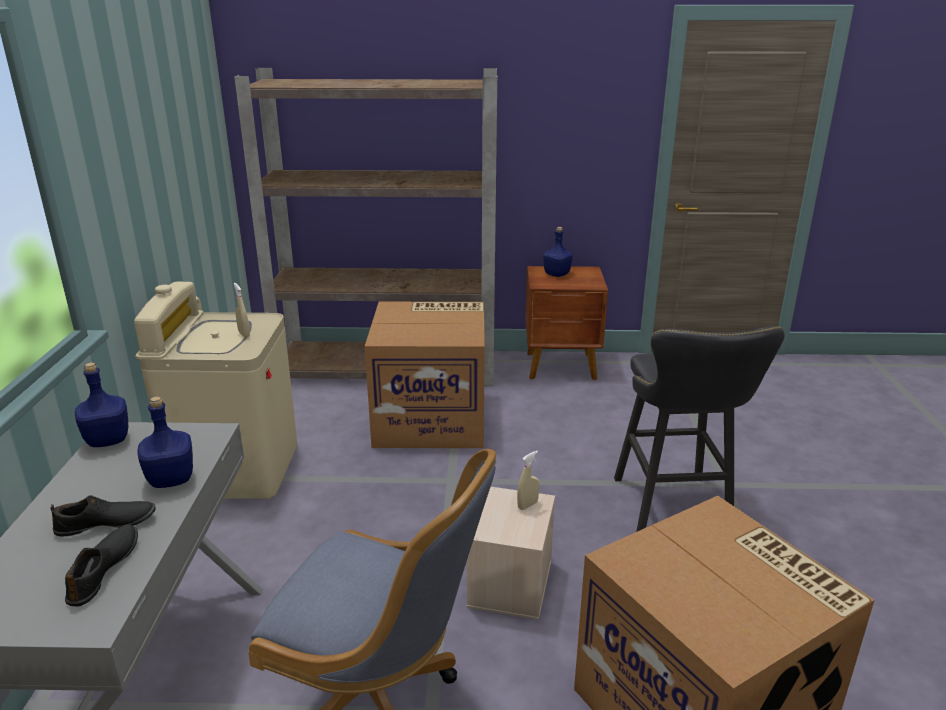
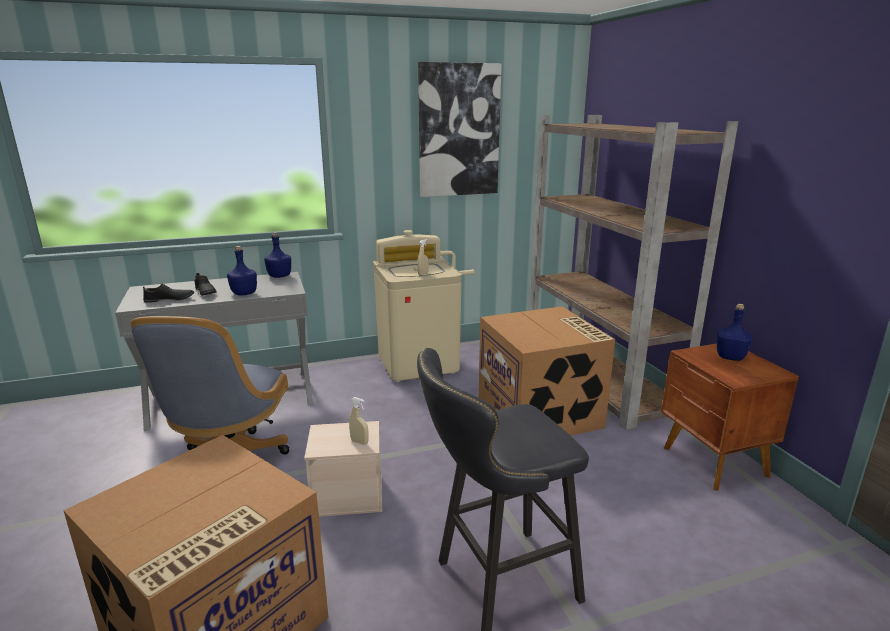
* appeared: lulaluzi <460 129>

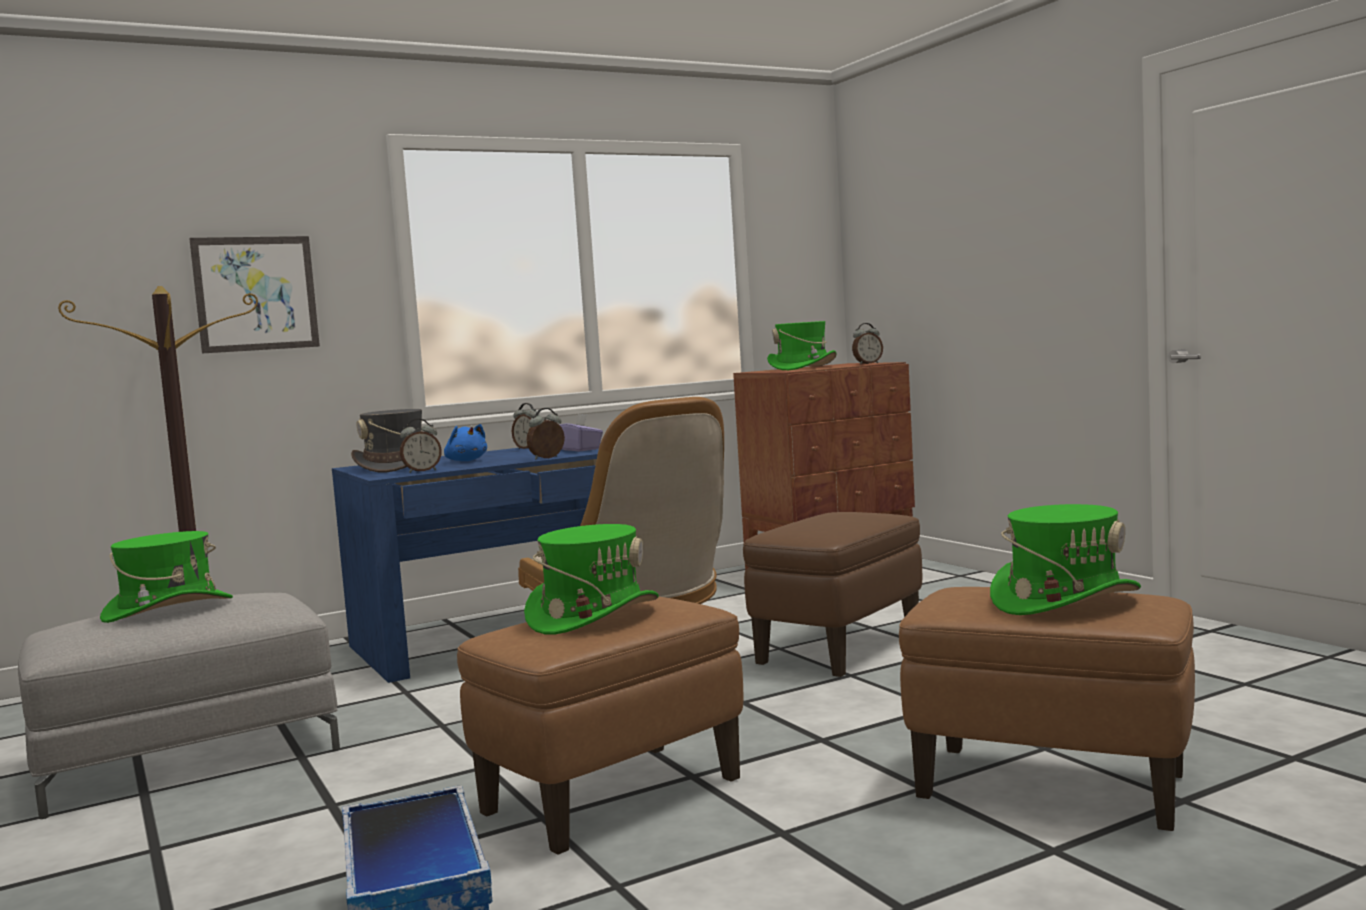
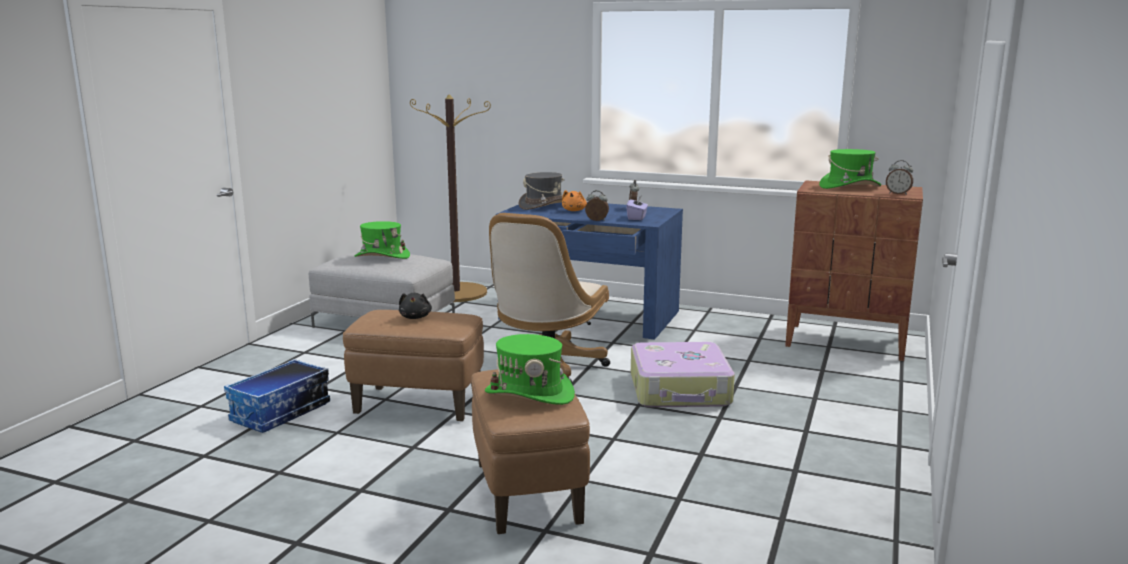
* exchanged: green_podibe <591 579> to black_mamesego <415 306>
* colour: blue_mamesego <465 442> to orange_mamesego <574 200>
* exchanged: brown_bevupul <832 594> to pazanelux <683 374>
* missing: lulaluzi <254 295>
* missing: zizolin <421 446>

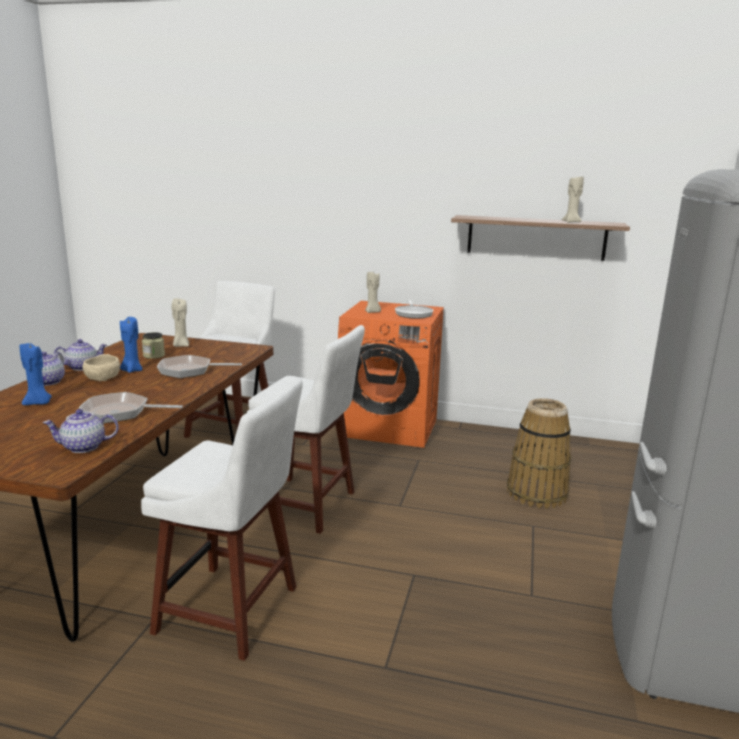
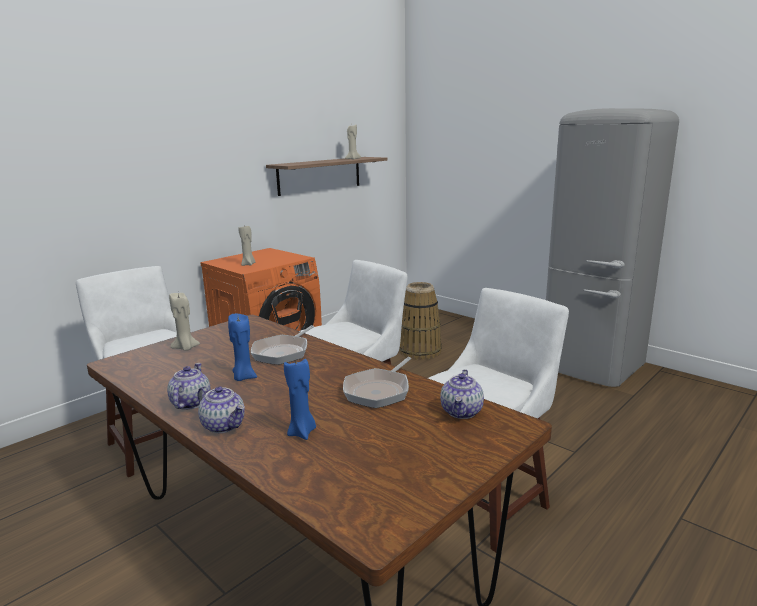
* missing: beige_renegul <101 367>
* missing: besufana <153 345>
* missing: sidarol <414 309>

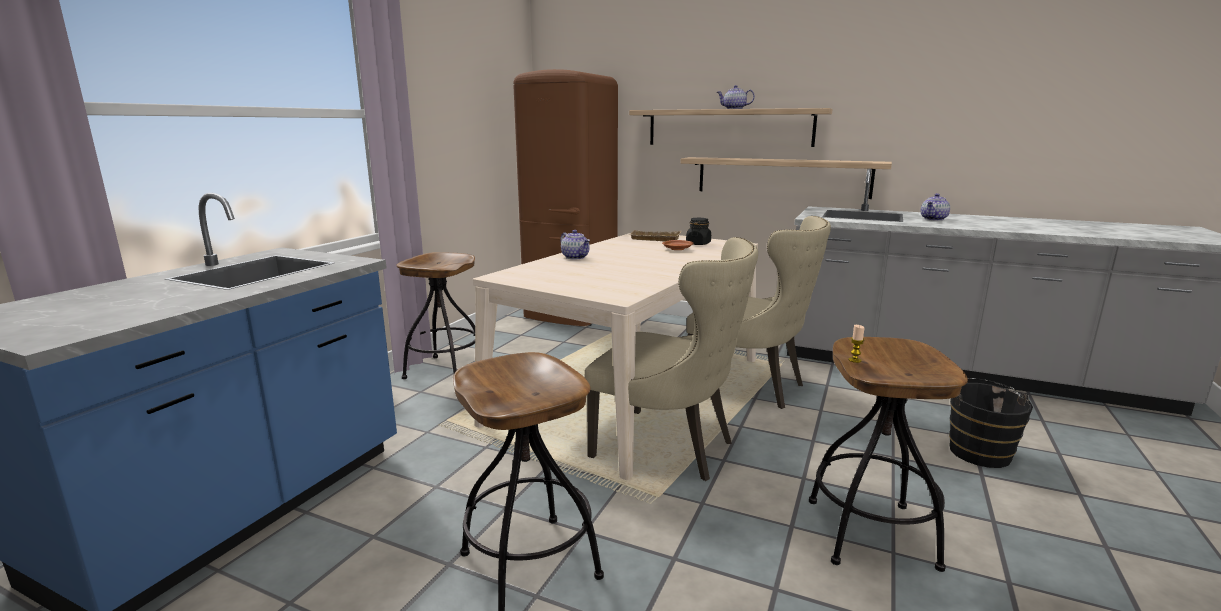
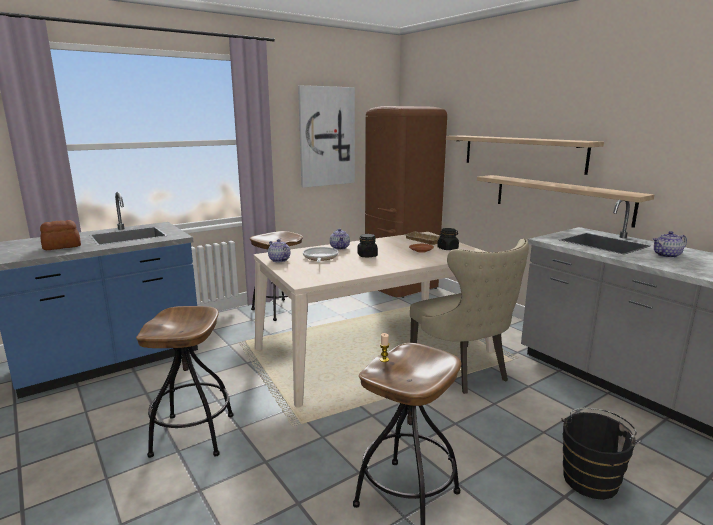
* appeared: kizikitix <60 235>
* relocated: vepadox <736 97> to <279 250>
* appeared: lulaluzi <326 136>
* appeared: sidarol <320 255>
* appeared: black_besufana <367 245>
* missing: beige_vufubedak <671 359>

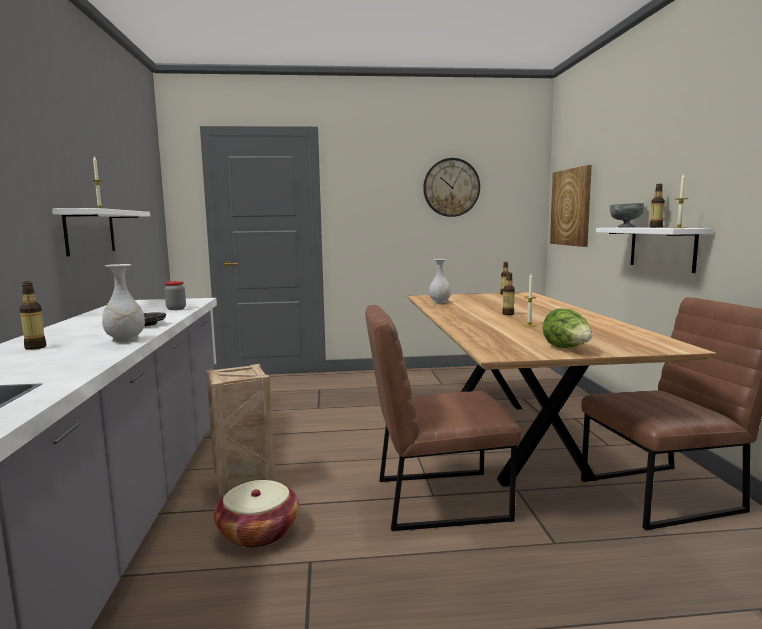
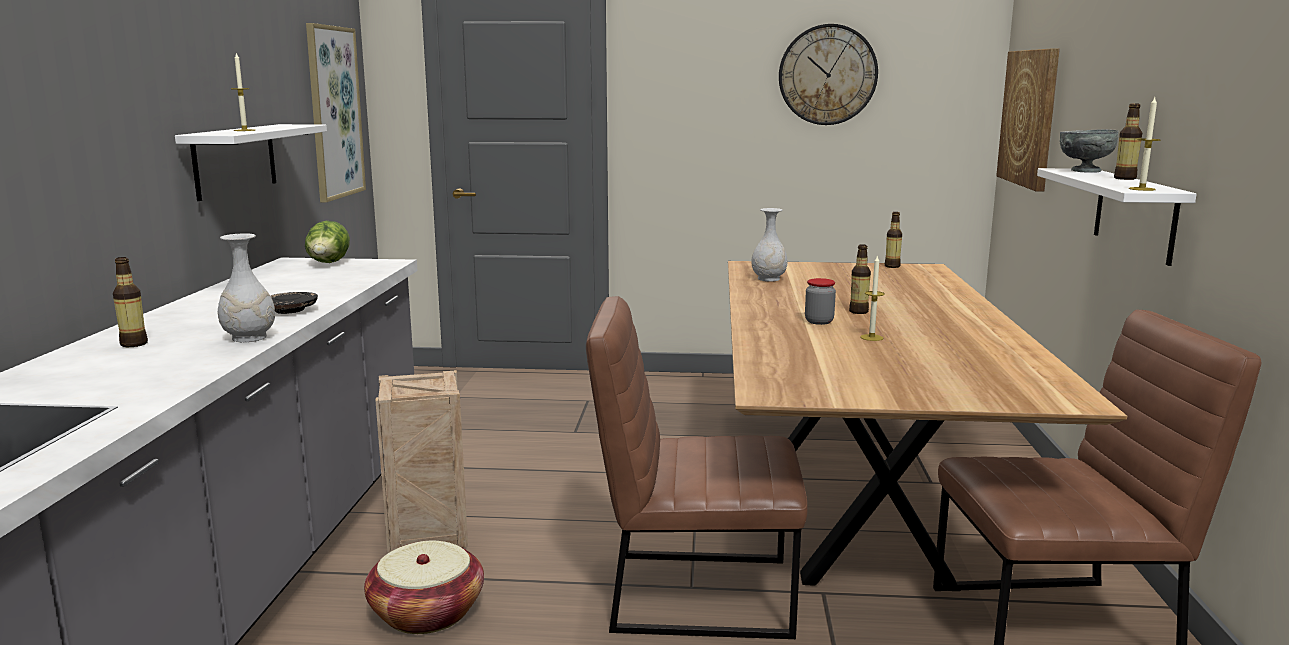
* relocated: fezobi <567 328> to <327 242>
* appeared: lulaluzi <336 112>
* relocated: besufana <175 295> to <820 301>

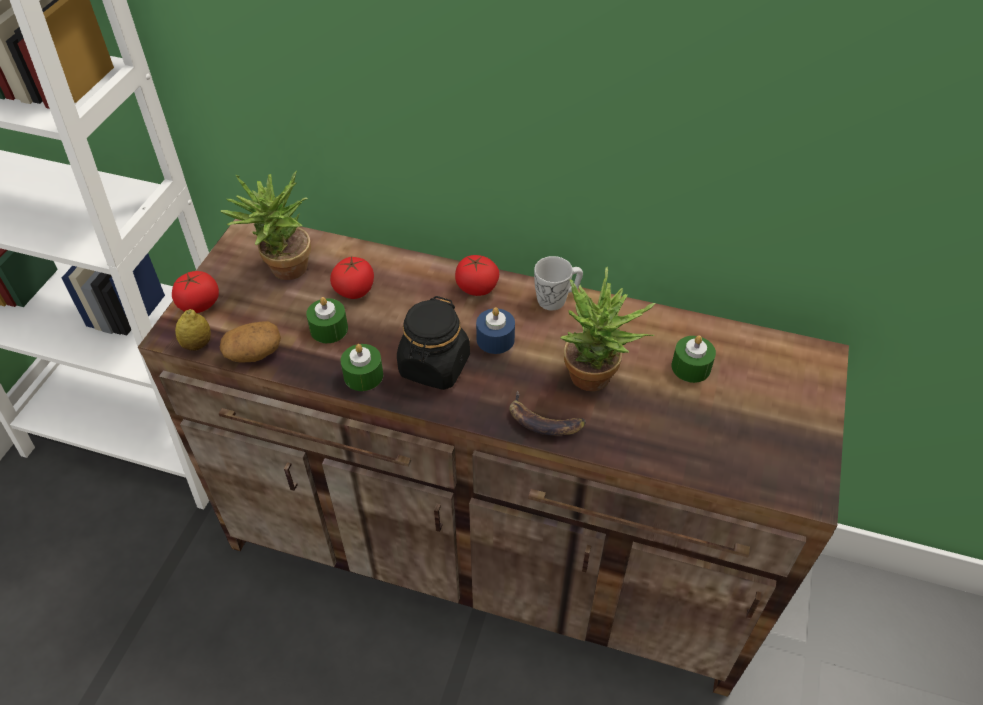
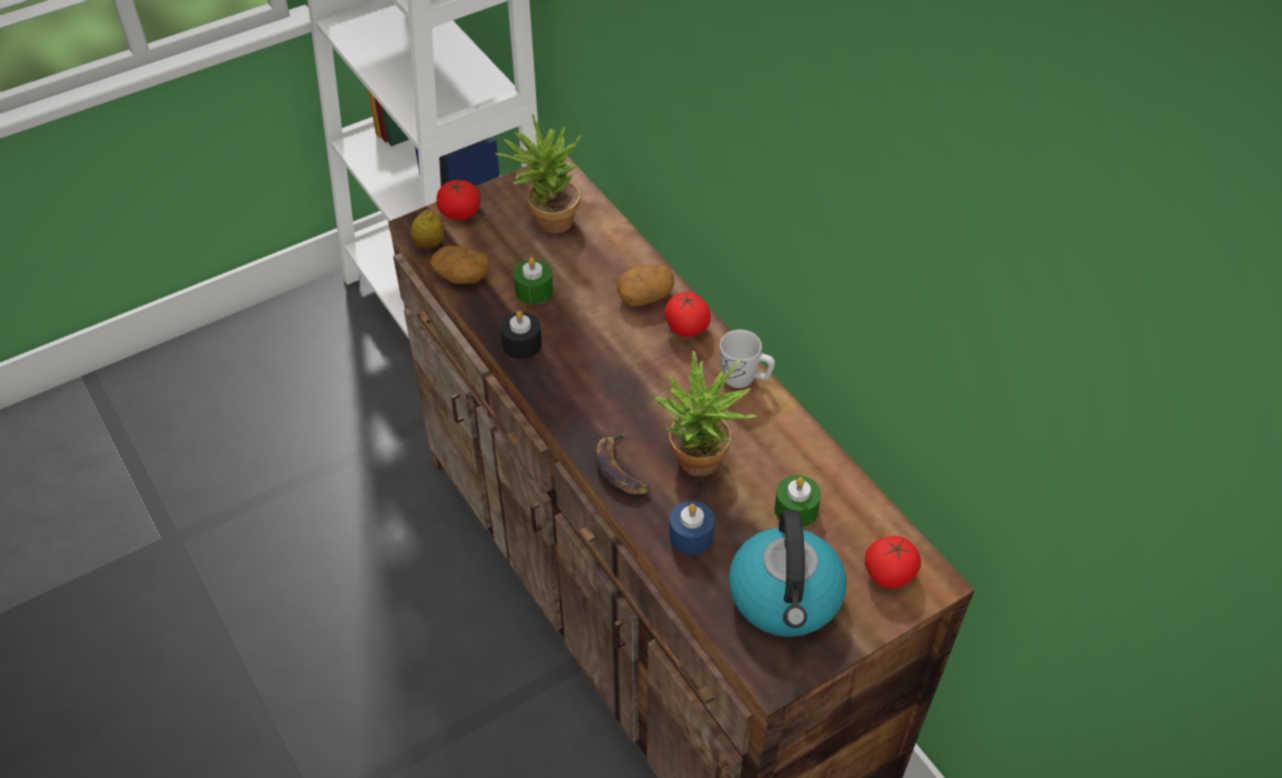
* colour: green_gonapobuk <362 367> to black_gonapobuk <521 335>
* appeared: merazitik <646 285>
* relocated: blue_gonapobuk <495 330> to <692 528>
* appeared: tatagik <788 573>
* relocated: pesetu <352 277> to <893 562>
* missing: black_besufana <433 343>

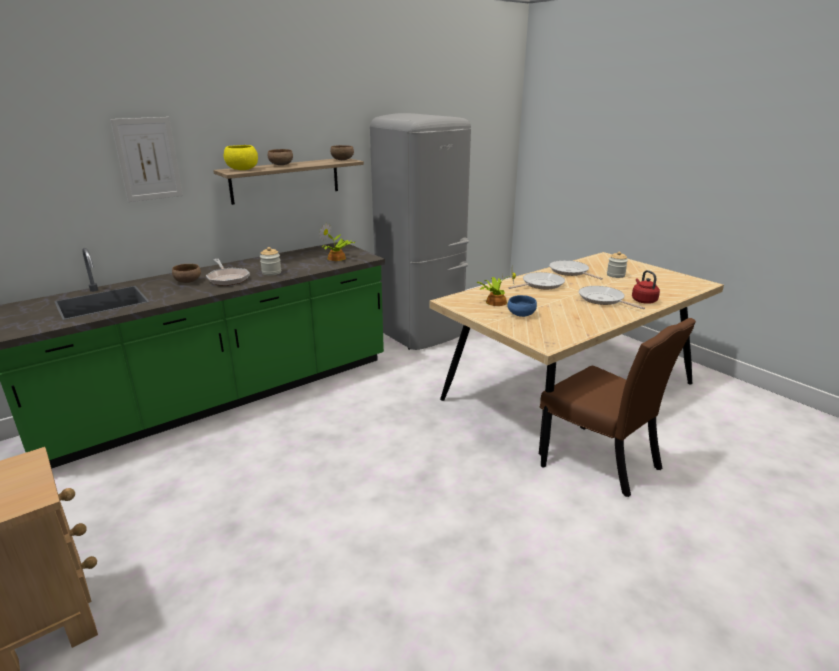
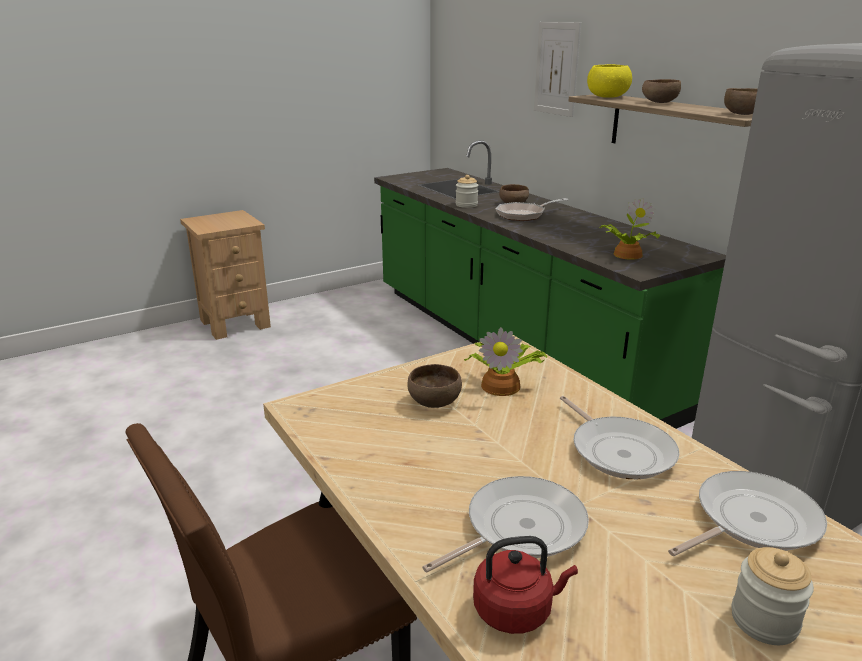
* colour: blue_renegul <522 306> to brown_renegul <434 386>
* relocated: besufana <270 261> to <467 191>

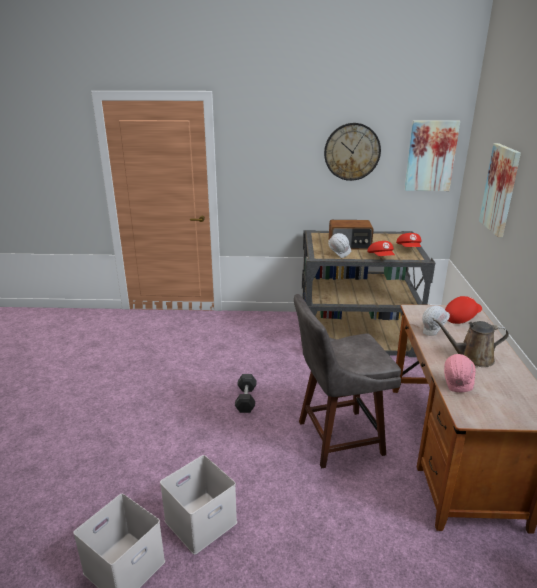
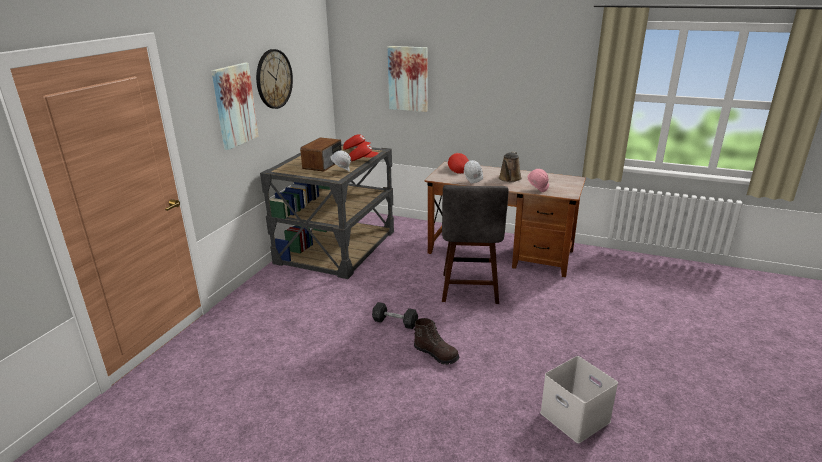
* relocated: lulaluzi <432 155> to <235 106>
* appeared: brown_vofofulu <437 341>
* missing: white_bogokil <198 505>

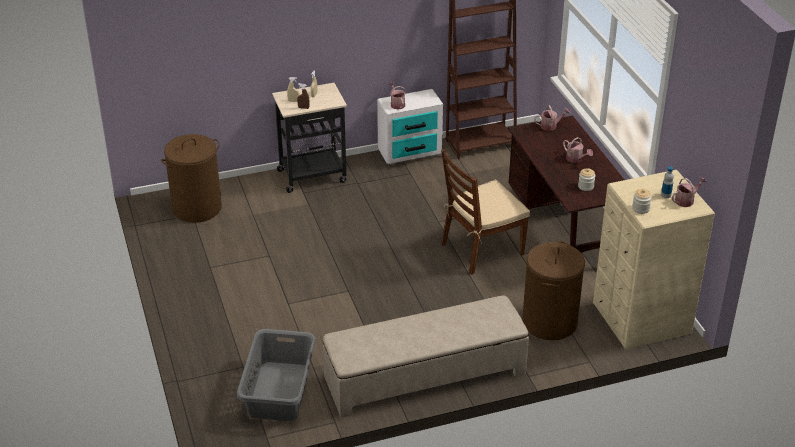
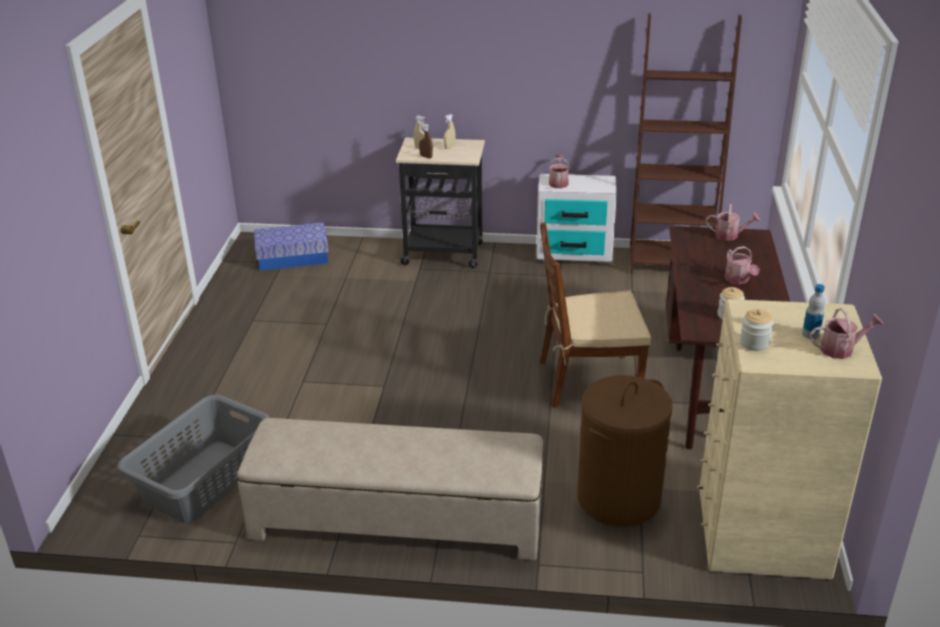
* exchanged: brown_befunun <191 178> to bogokil <291 246>

